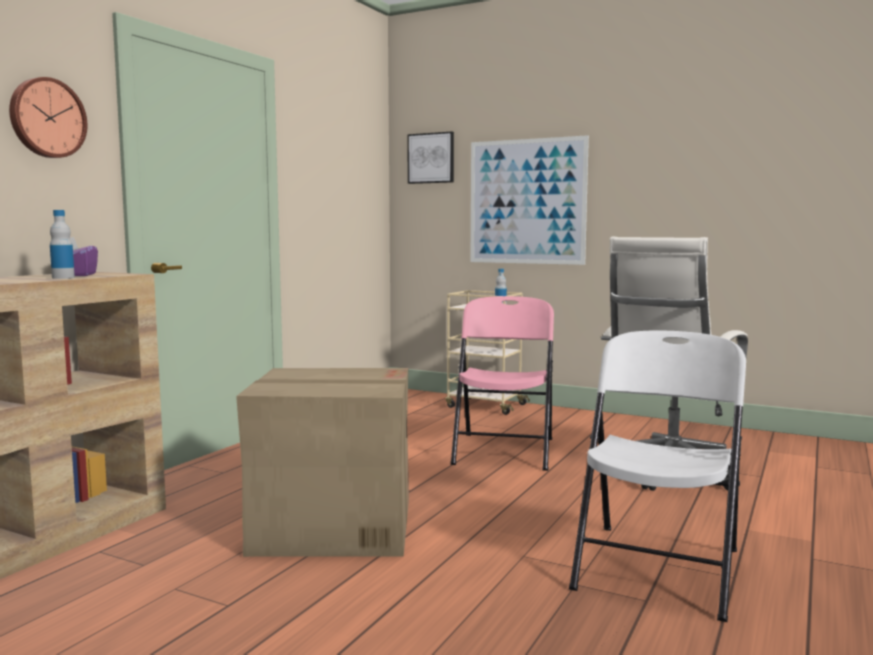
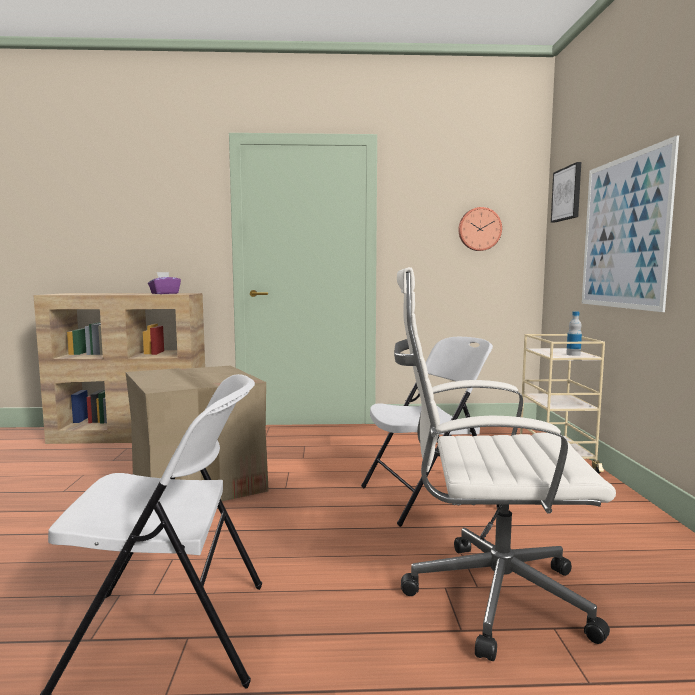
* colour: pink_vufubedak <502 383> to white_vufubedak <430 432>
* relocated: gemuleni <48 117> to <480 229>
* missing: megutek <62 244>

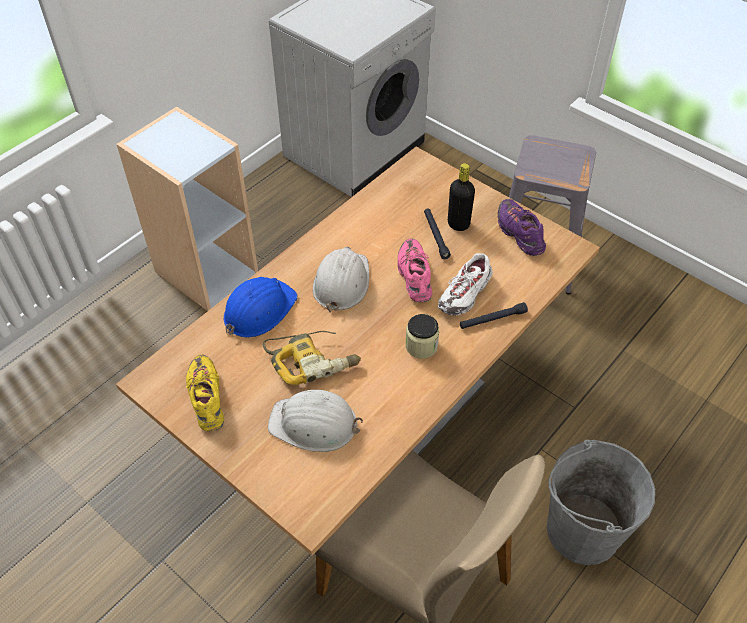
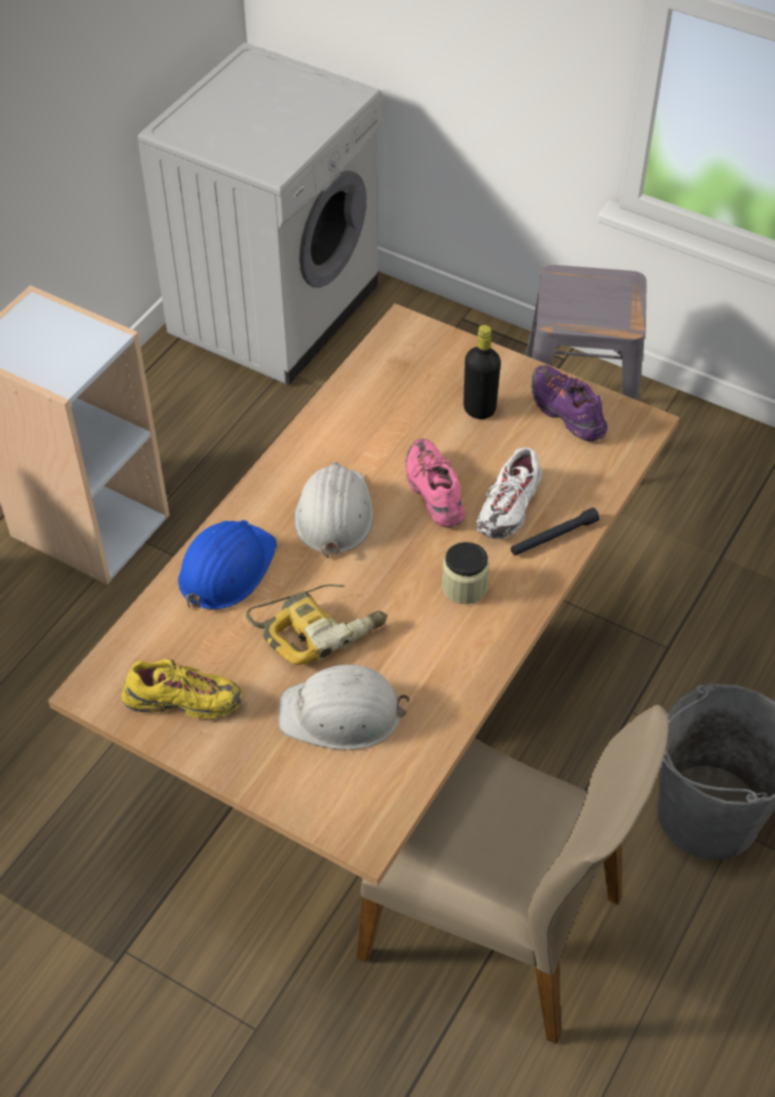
* spun: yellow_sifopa <205 392> = <182 689> 120 degrees clockwise
* missing: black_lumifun <437 234>

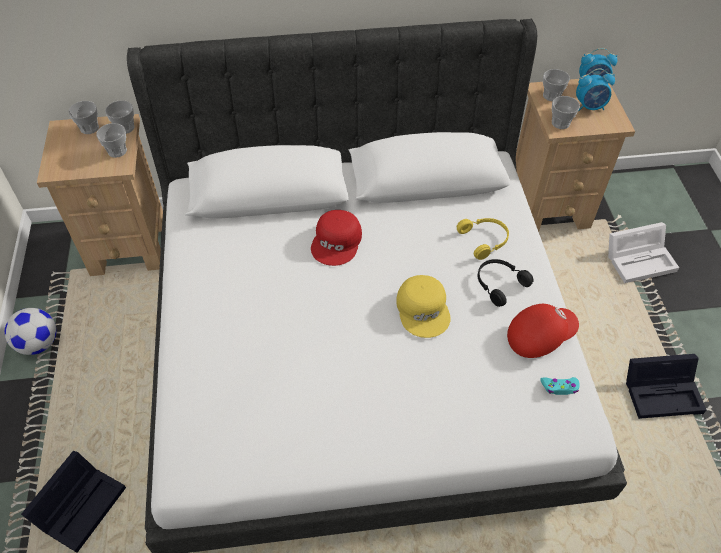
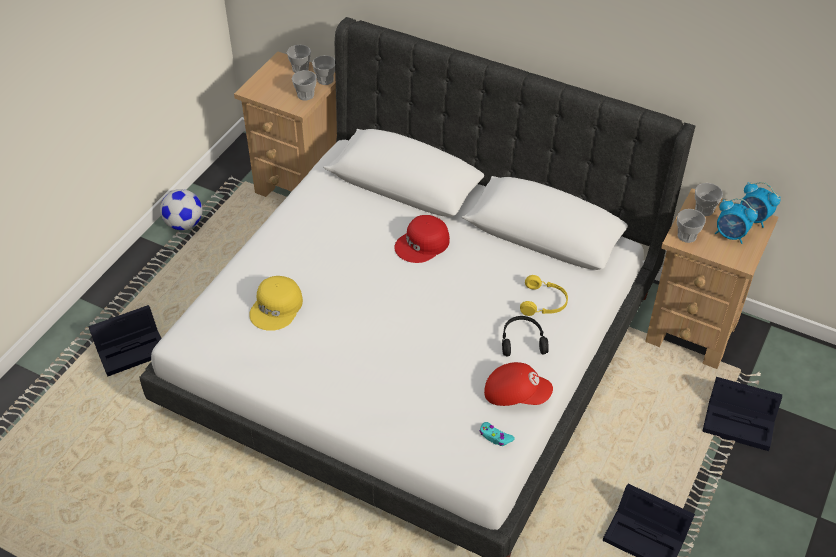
* relocated: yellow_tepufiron <423 306> to <276 303>
* colour: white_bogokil <643 252> to black_bogokil <742 414>

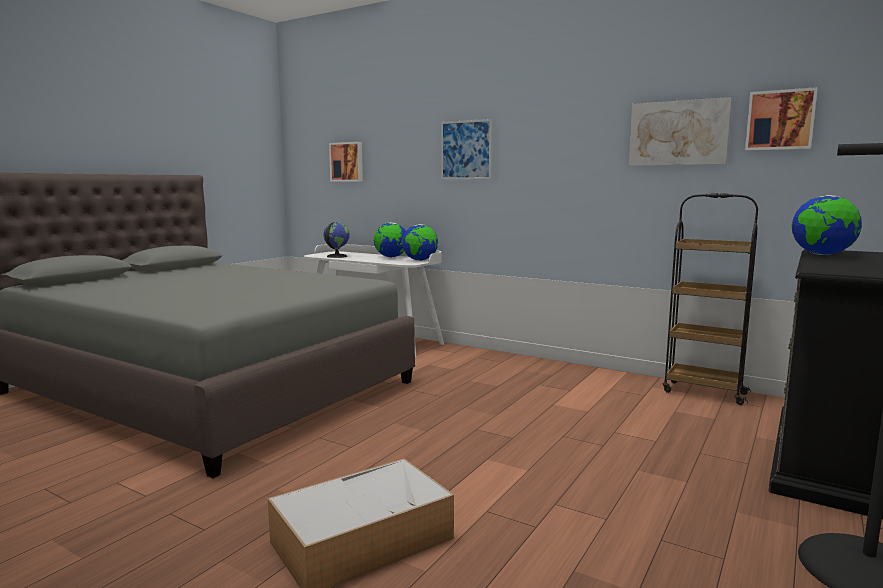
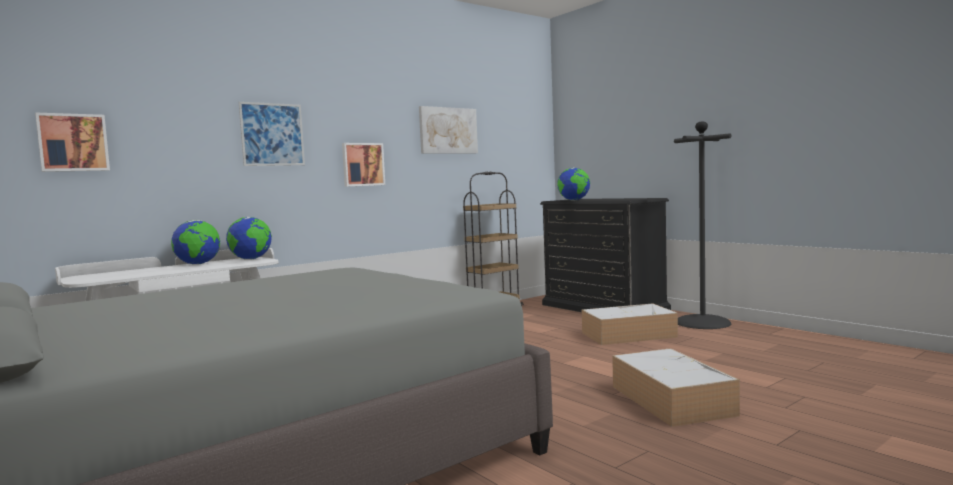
* relocated: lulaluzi <781 119> to <363 165>
* appeared: bogokil <630 324>
* missing: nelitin <337 240>

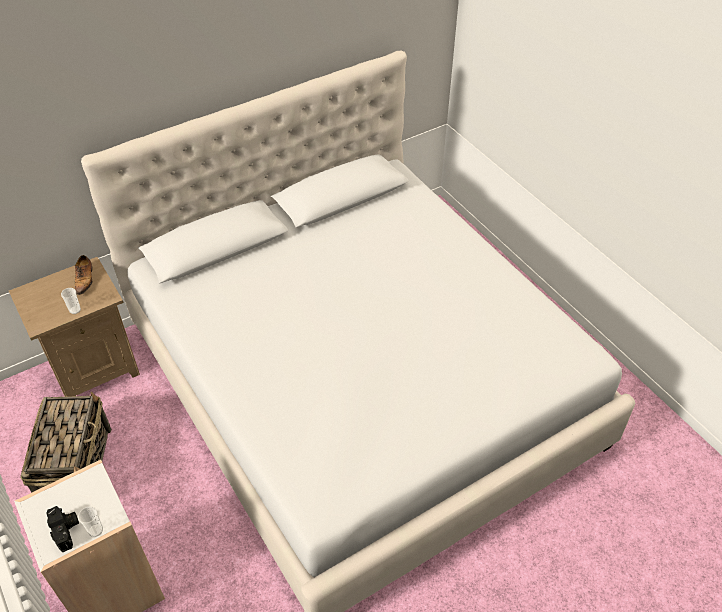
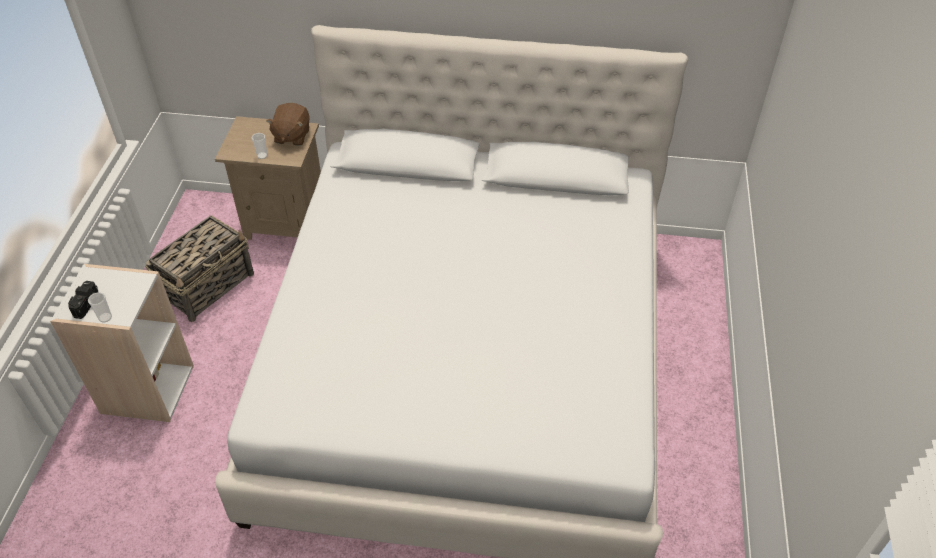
* exchanged: sifopa <84 275> to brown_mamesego <288 124>

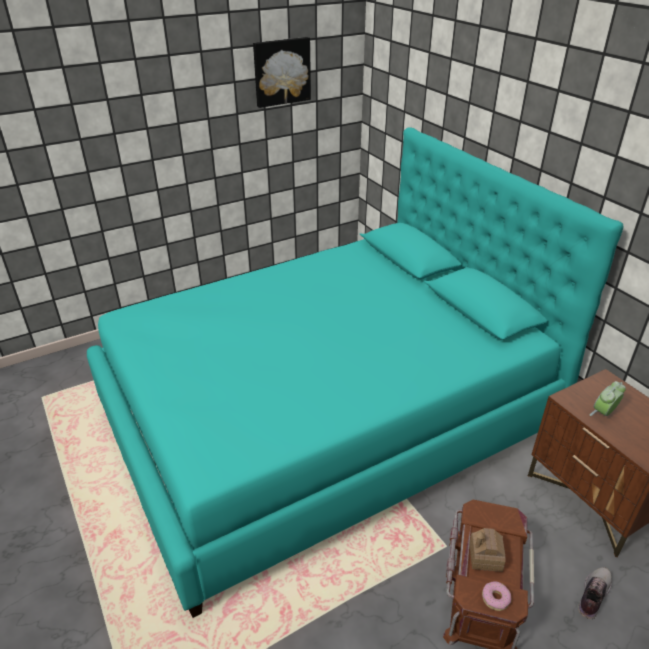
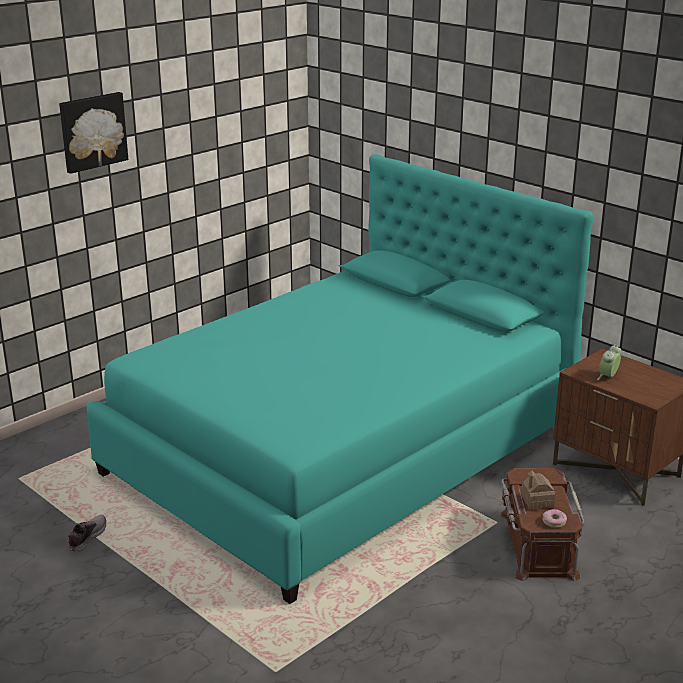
* relocated: lulaluzi <282 72> to <93 133>
* relocated: sifopa <595 593> to <87 533>

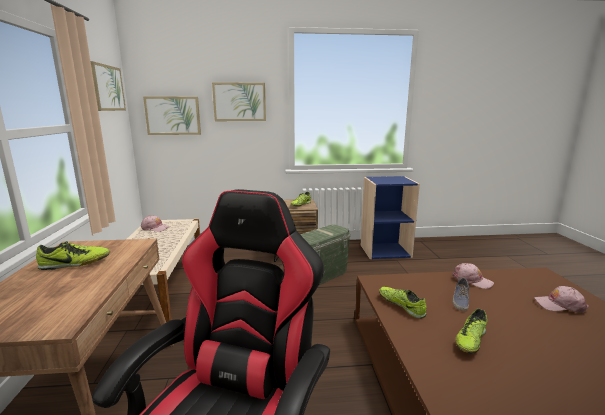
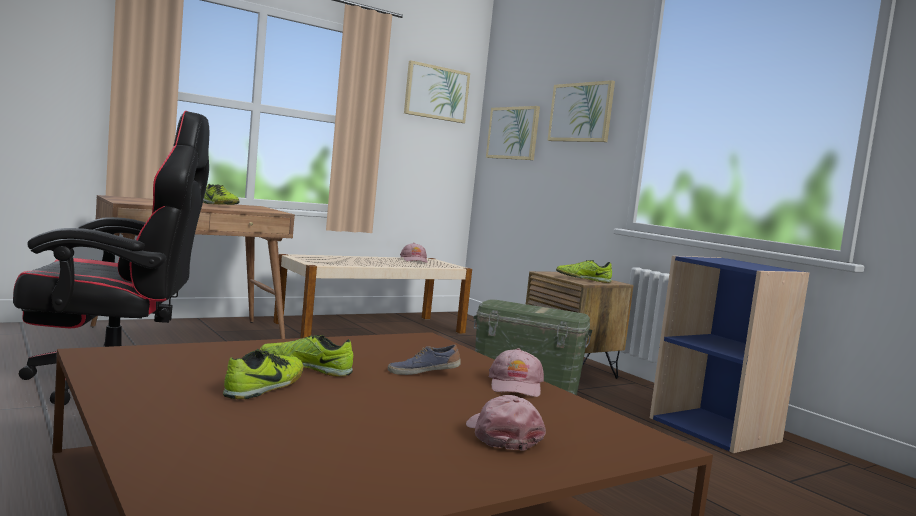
* relocated: sifopa <402 302> to <263 374>

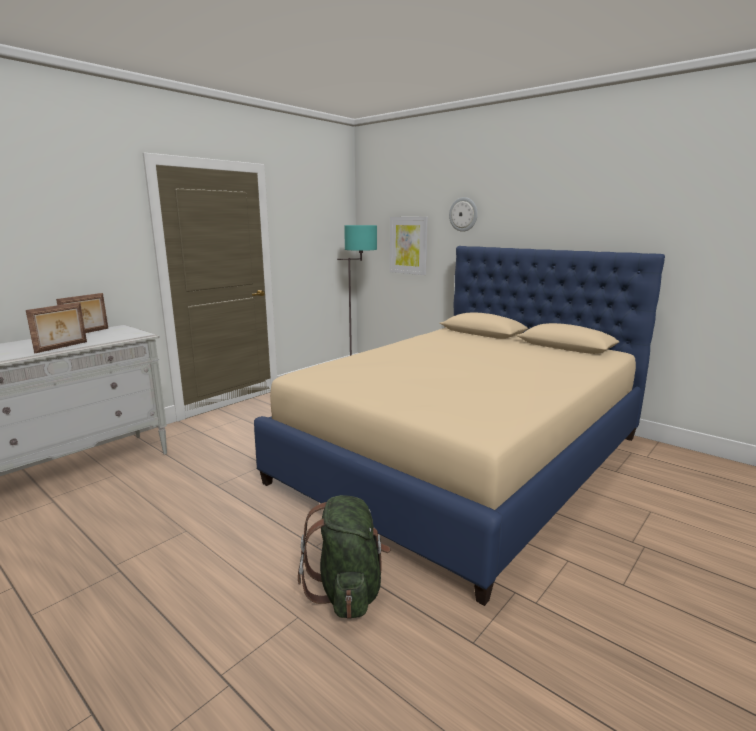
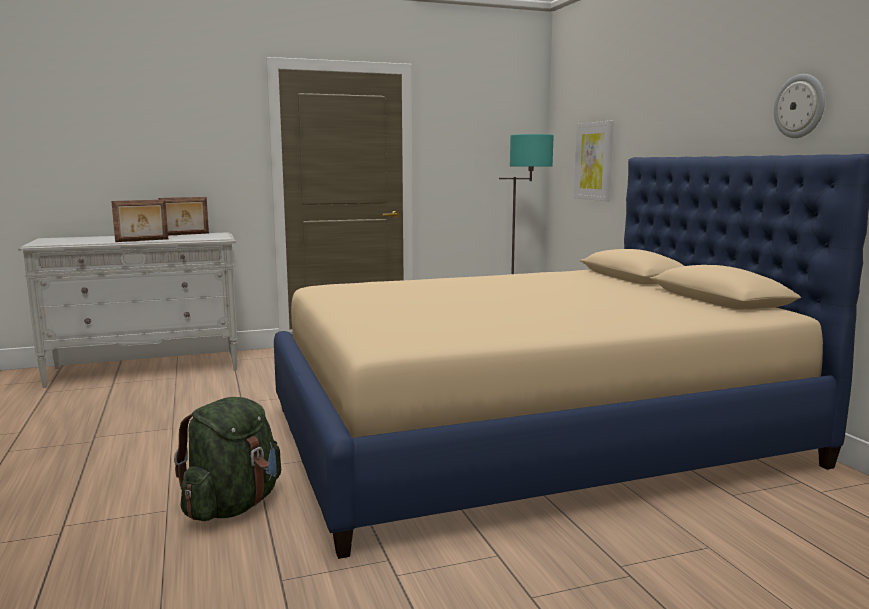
* relocated: gemuleni <463 214> to <799 106>

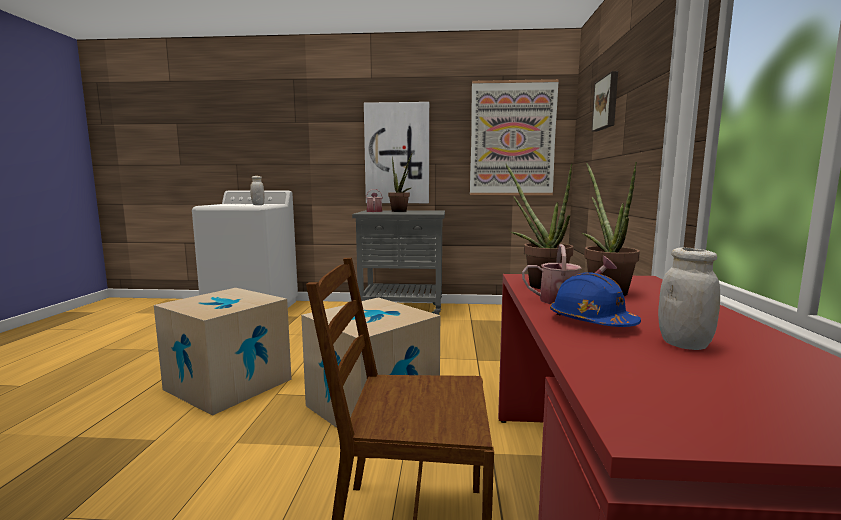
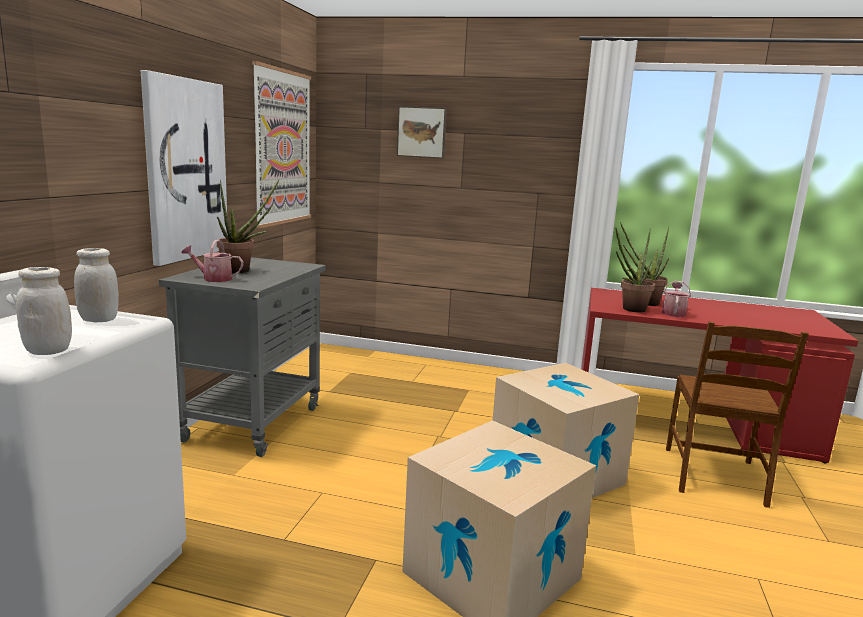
* relocated: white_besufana <689 298> to <44 311>
* missing: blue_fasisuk <595 299>

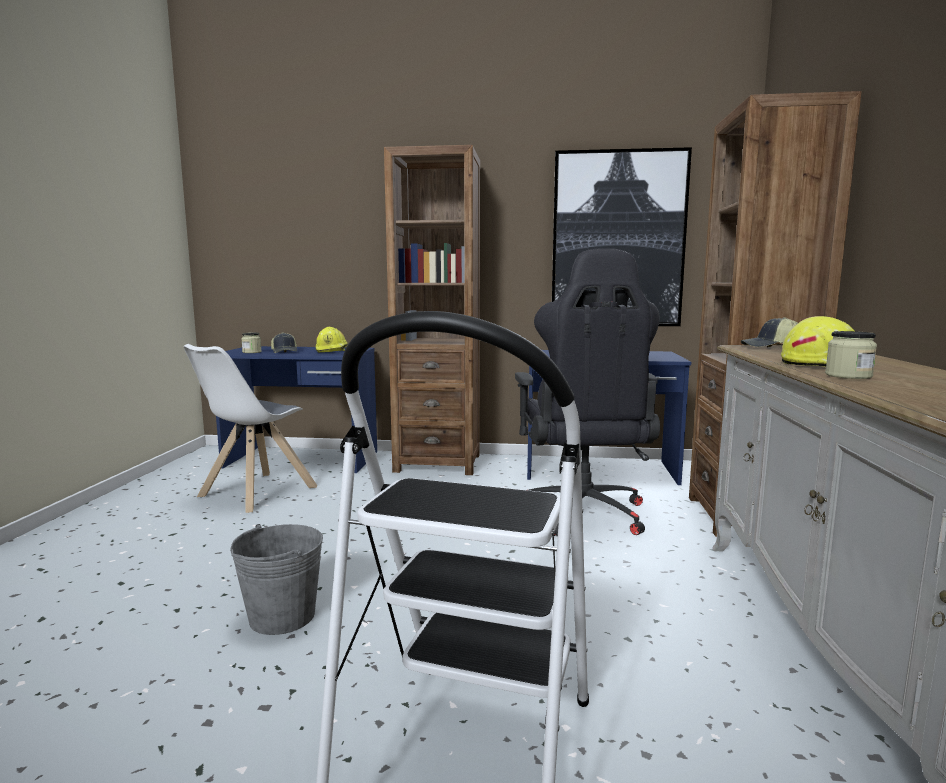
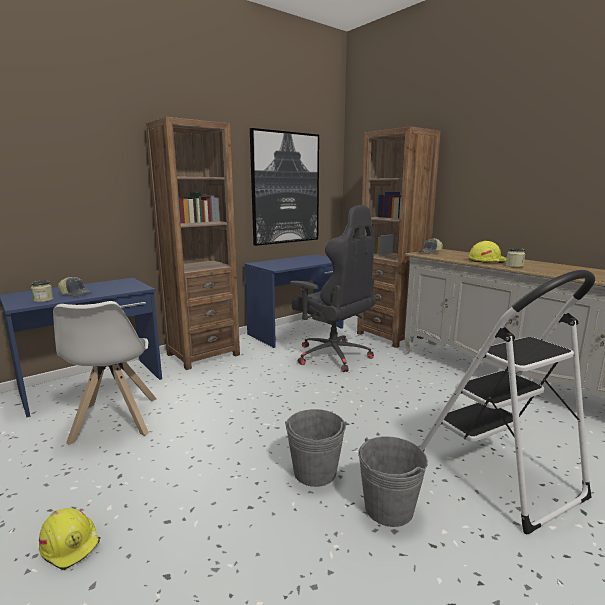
* relocated: yellow_fasisuk <331 340> to <70 539>
* appeared: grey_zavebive <393 481>

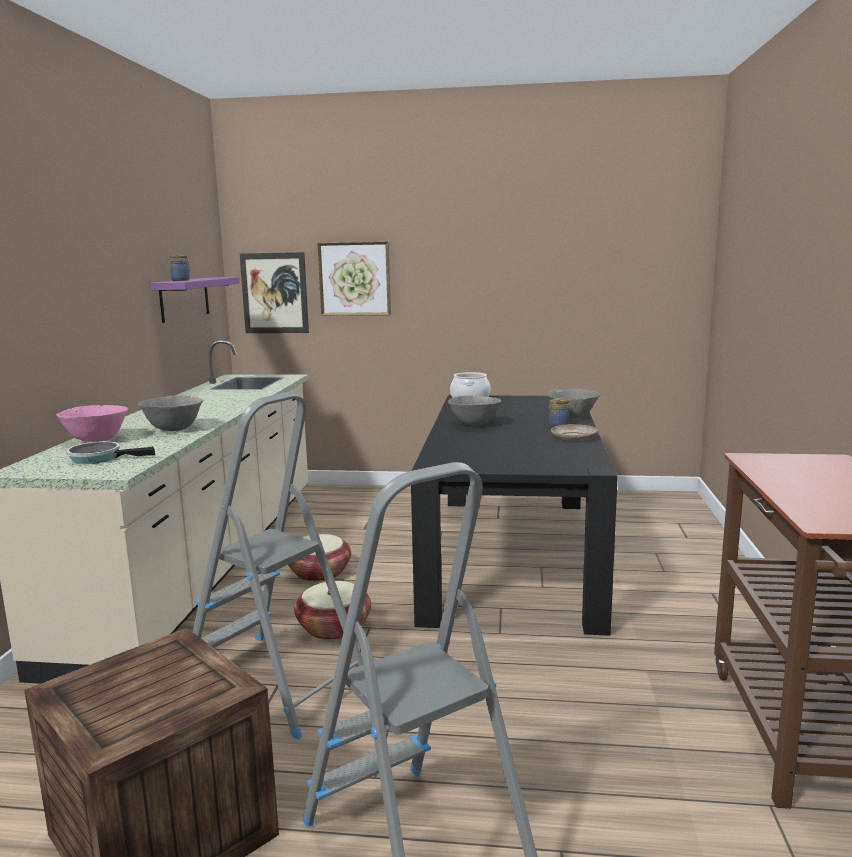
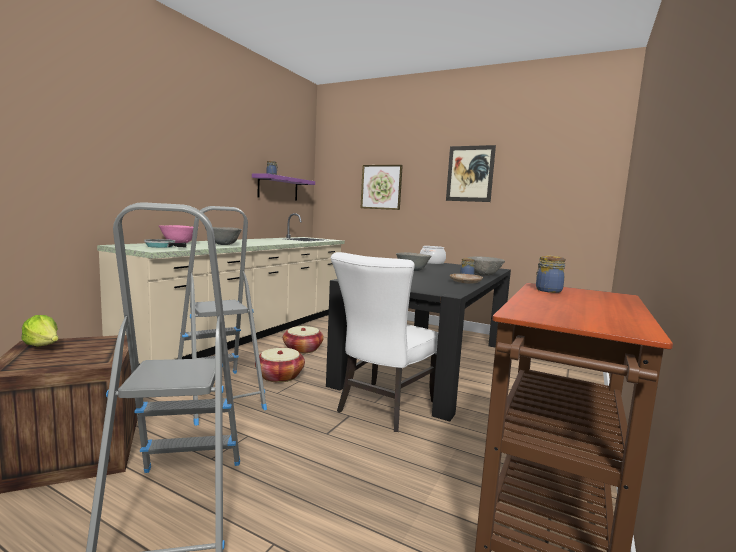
* appeared: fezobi <40 331>
* appeared: white_vufubedak <384 342>
* relocated: lulaluzi <274 292> to <471 173>
* appeared: besufana <551 274>

